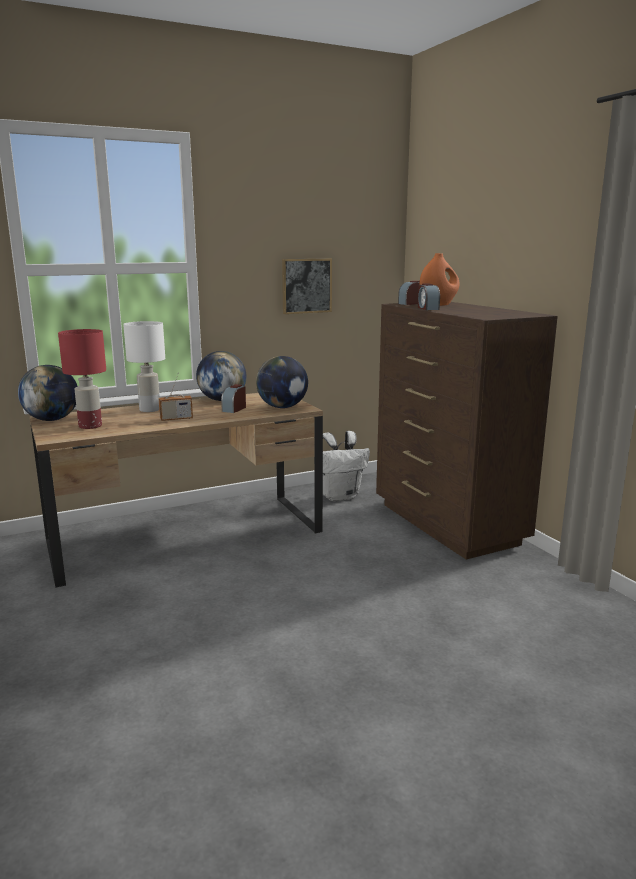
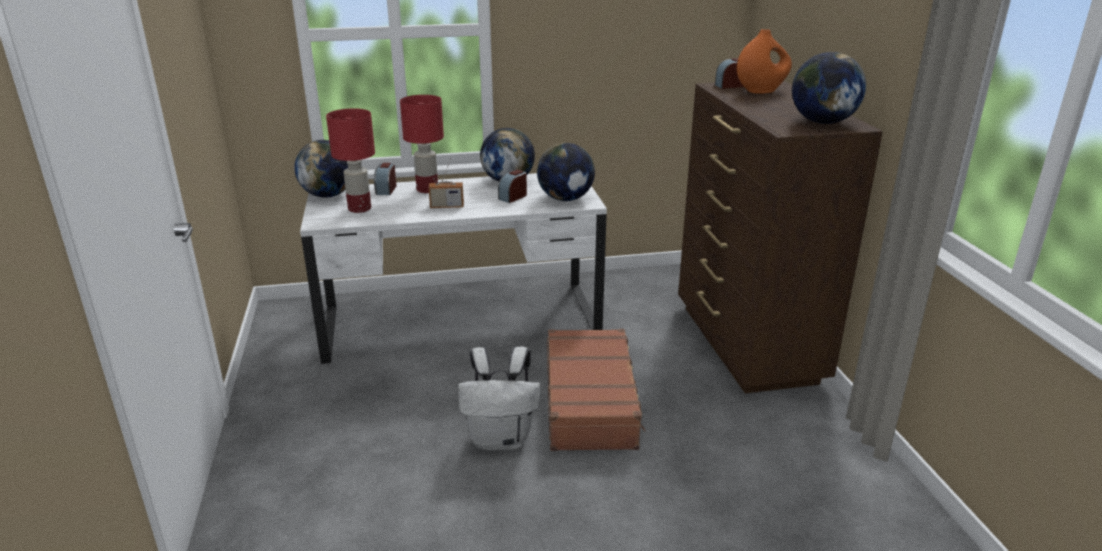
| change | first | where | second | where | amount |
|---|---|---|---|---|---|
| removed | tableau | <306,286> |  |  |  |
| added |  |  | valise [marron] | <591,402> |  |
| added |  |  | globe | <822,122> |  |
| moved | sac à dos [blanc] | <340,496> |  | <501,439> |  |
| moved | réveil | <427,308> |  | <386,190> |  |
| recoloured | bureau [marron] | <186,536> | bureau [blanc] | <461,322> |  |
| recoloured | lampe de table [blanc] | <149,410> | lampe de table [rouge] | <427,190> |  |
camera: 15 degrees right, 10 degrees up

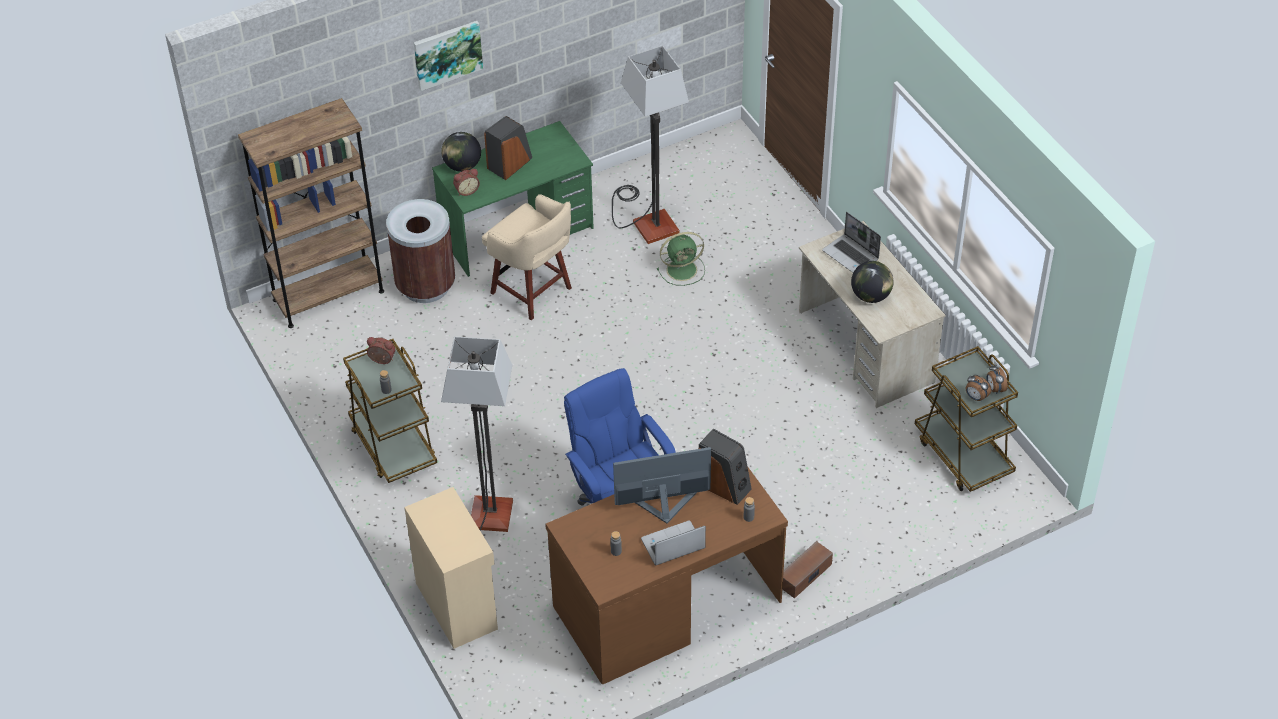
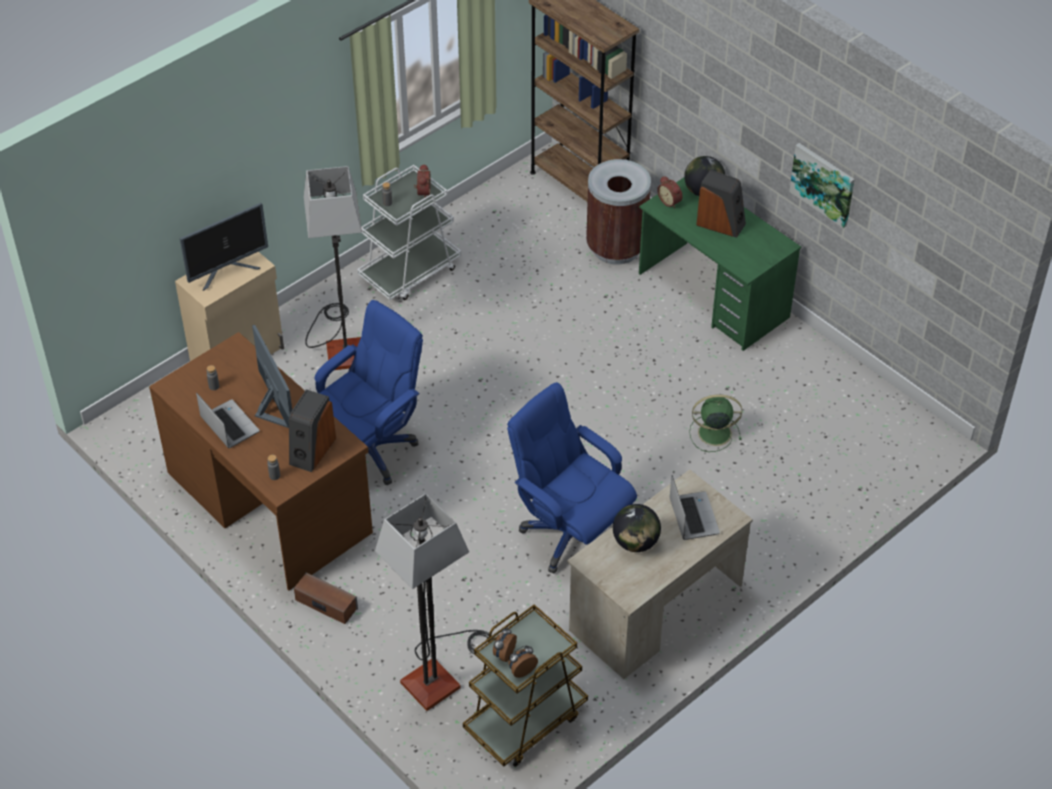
| change | first | where | second | where | amount |
|---|---|---|---|---|---|
| removed | tabouret [beige] | <533,292> |  |  |  |
| added |  |  | écran d'ordinateur | <228,271> |  |
| added |  |  | chaise de bureau [bleu] | <570,534> |  |
| moved | tableau | <447,54> |  | <823,184> |  |
| moved | lampadaire | <647,221> |  | <439,673> |  |
| recoloured | chariot [marron] | <393,446> | chariot [blanc] | <410,272> |  |
| turned | ventilateur [vert] | <683,269> |  | <713,433> | 120 degrees clockwise |
| turned | ordinateur portable | <851,255> |  | <692,516> | 135 degrees clockwise |
camera: 75 degrees right, 0 degrees up

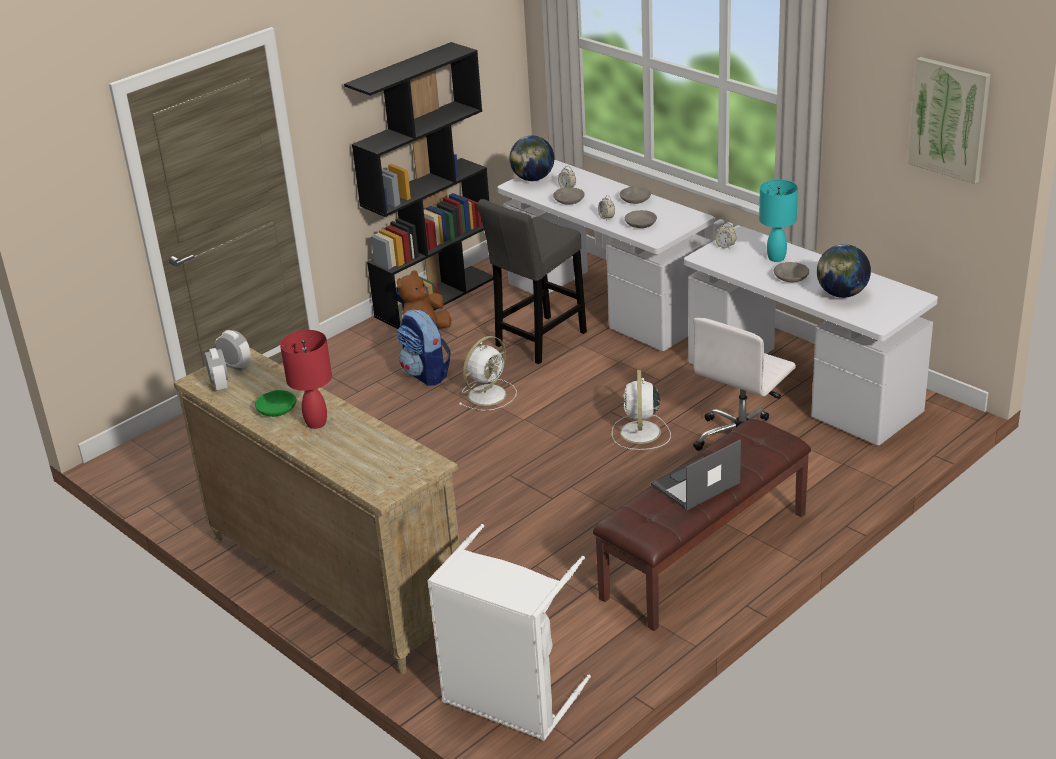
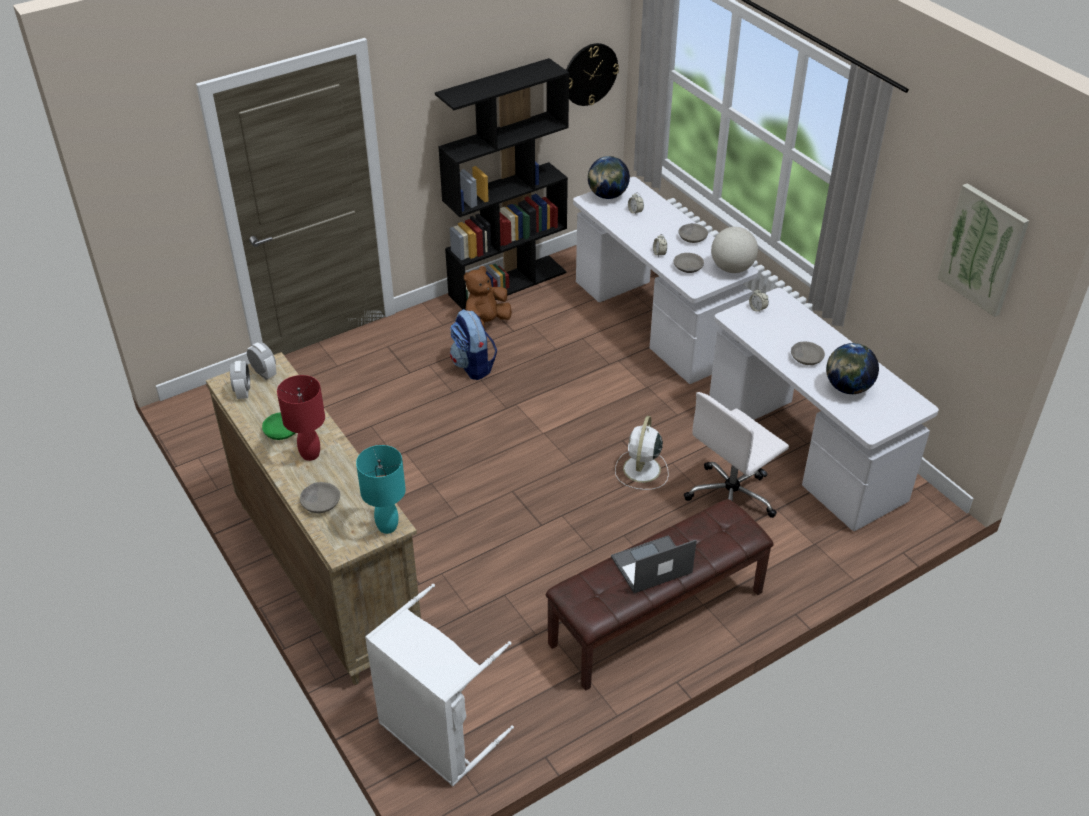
| change | first | where | second | where | amount |
|---|---|---|---|---|---|
| removed | ventilateur [blanc] | <488,394> |  |  |  |
| removed | tabouret [gris] | <538,341> |  |  |  |
| added |  |  | horloge murale | <590,74> |  |
| added |  |  | globe | <732,268> |  |
| moved | bol [gris] | <568,200> |  | <320,502> |  |
| moved | lampe de table [turquoise] | <775,258> |  | <386,526> |  |
camera: 10 degrees right, 10 degrees up

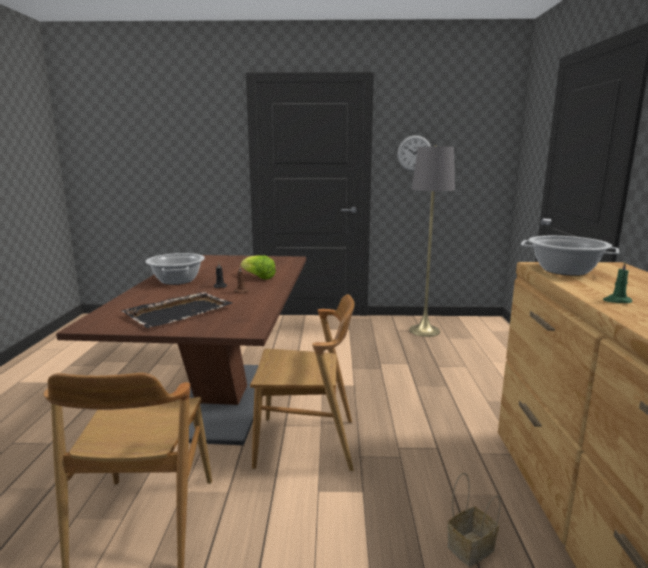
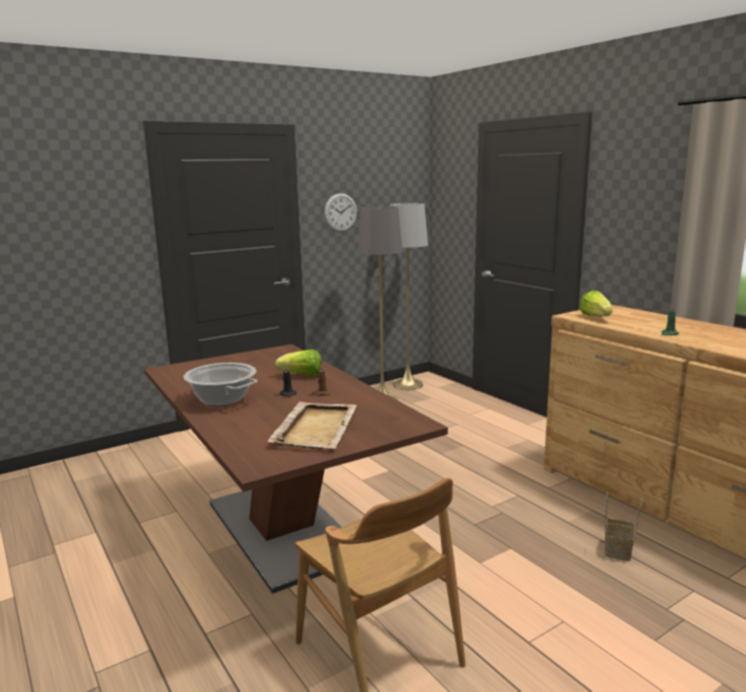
| change | first | where | second | where | amount |
|---|---|---|---|---|---|
| removed | chaise [marron] | <306,443> |  |  |  |
| added |  |  | lampadaire [gris] | <408,385> |  |
| replaced | marmite | <565,271> | laitue | <596,317> |  |
| recoloured | plateau [noir] | <180,312> | plateau [beige] | <316,427> |  |
camera: 35 degrees left, 0 degrees up

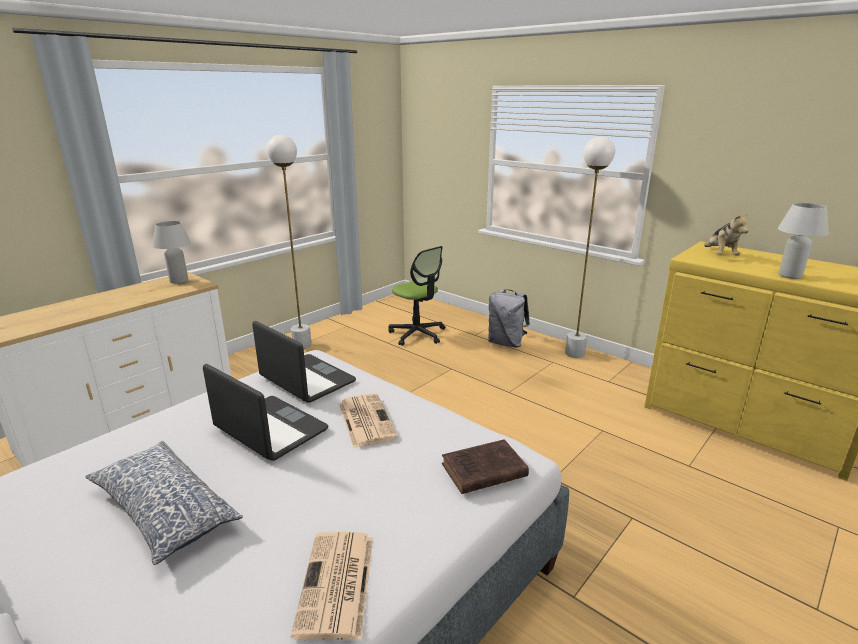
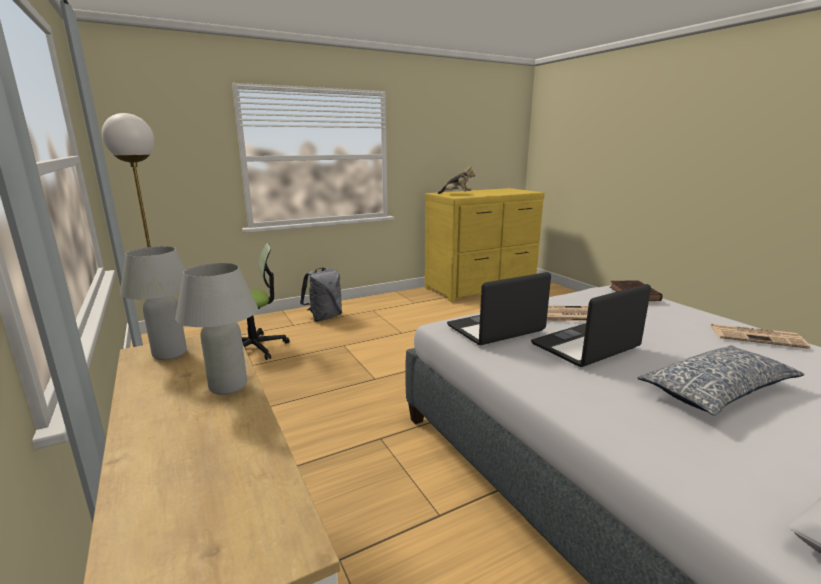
| change | first | where | second | where | amount |
|---|---|---|---|---|---|
| removed | lampadaire [blanc] | <575,354> |  |  |  |
| moved | lampe de table [blanc] | <790,276> |  | <228,386> |  |
camera: 70 degrees left, 5 degrees down

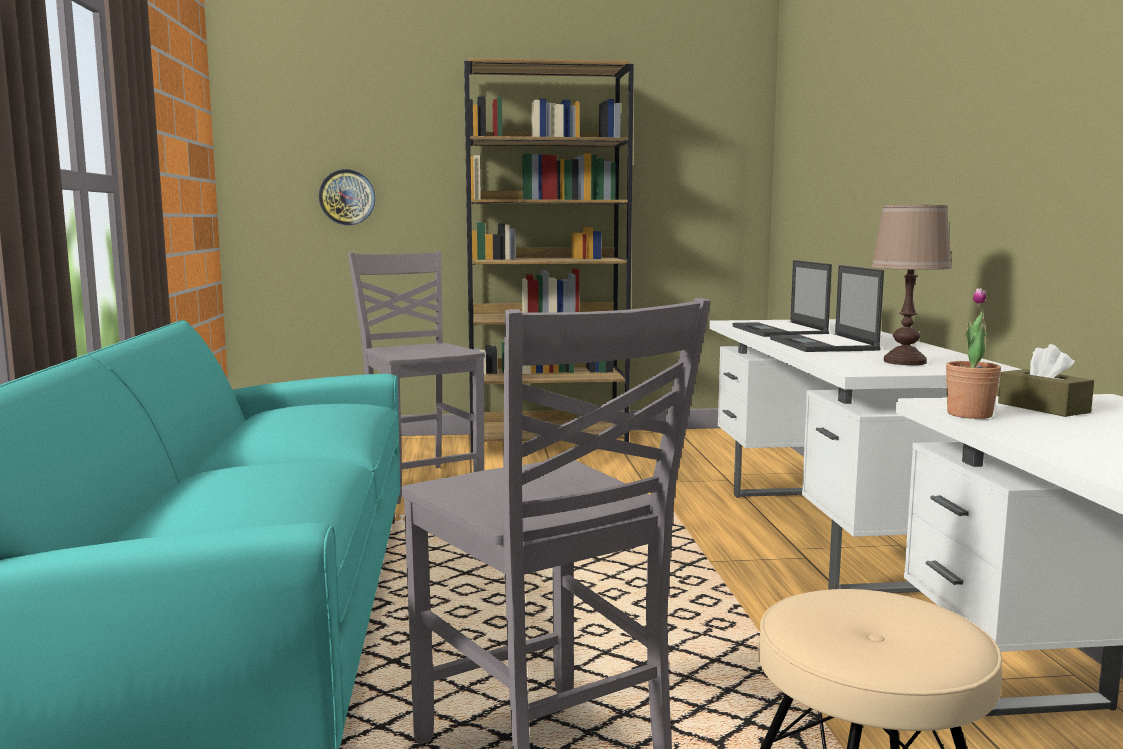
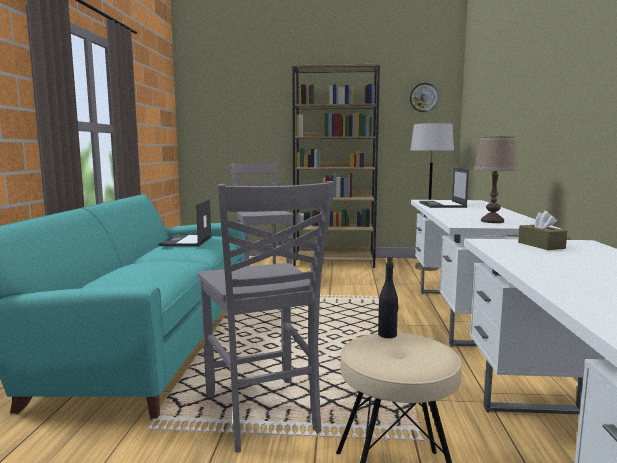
| change | first | where | second | where | amount |
|---|---|---|---|---|---|
| removed | plante en pot | <969,414> |  |  |  |
| added |  |  | bouteille [noir] | <387,335> |  |
| added |  |  | lampadaire [gris] | <426,267> |  |
| moved | horloge murale | <347,197> |  | <423,97> |  |
| moved | ordinateur portable | <824,344> |  | <186,241> |  |
camera: 10 degrees right, 0 degrees up

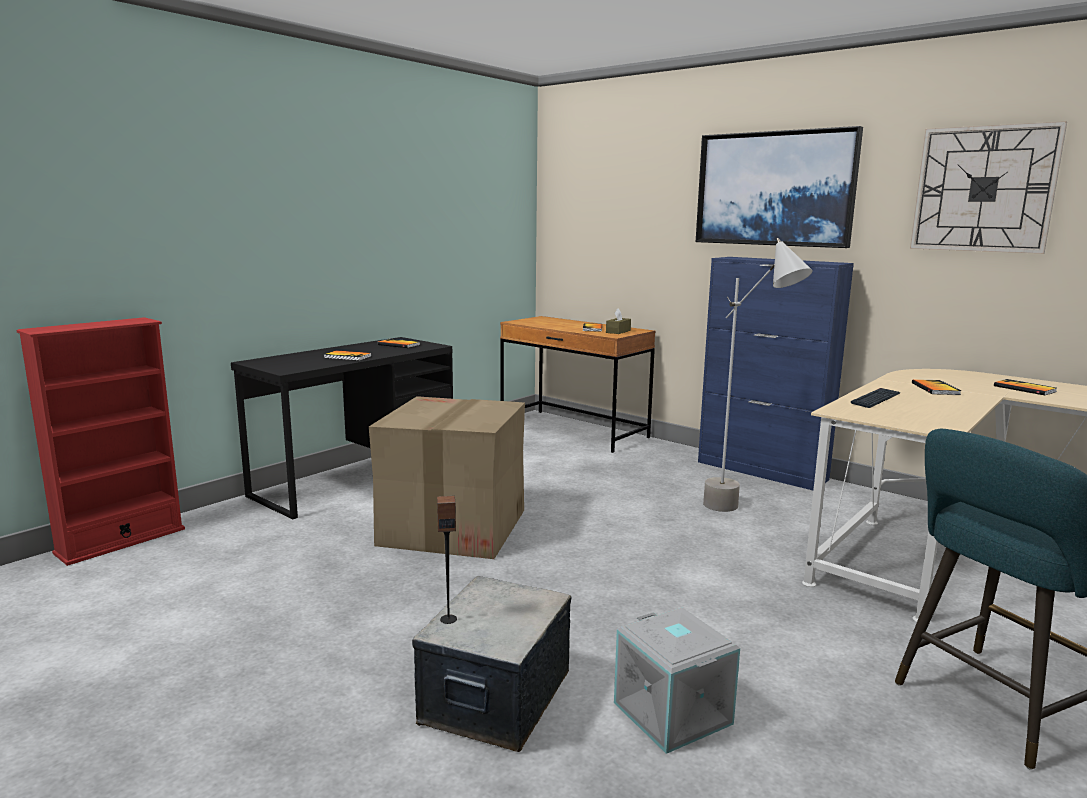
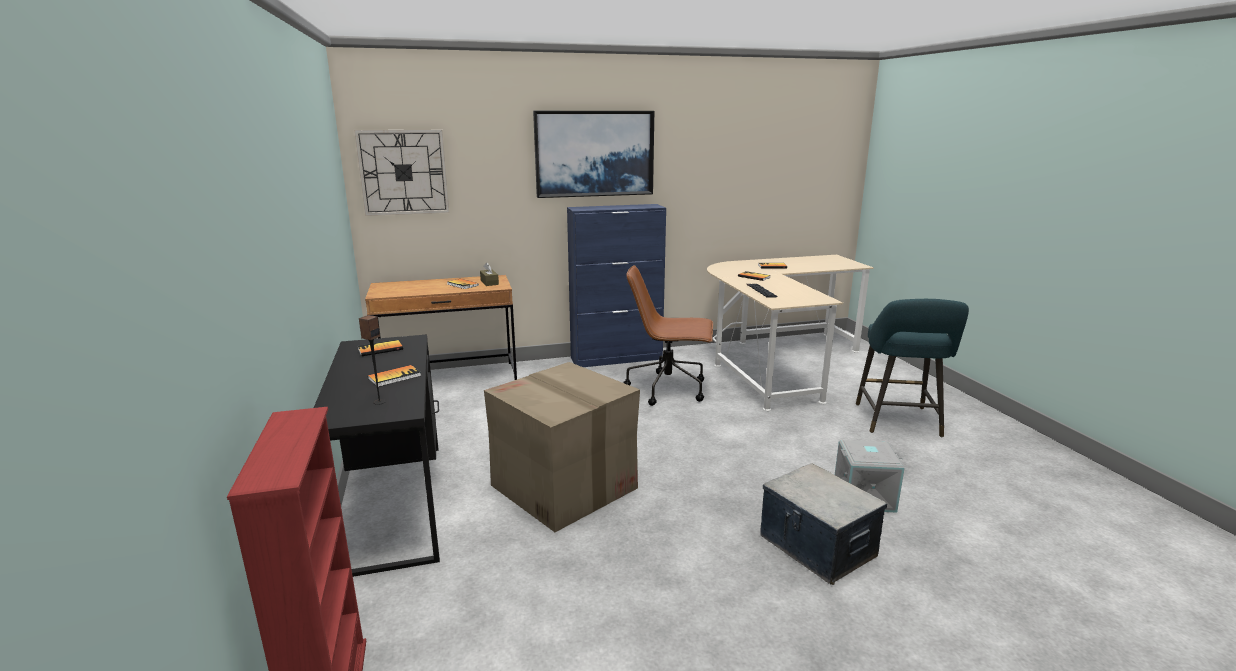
| change | first | where | second | where | amount |
|---|---|---|---|---|---|
| moved | enceinte | <448,619> |  | <379,402> |  |
| moved | horloge murale | <983,189> |  | <403,172> |  |
| replaced | lampadaire [gris] | <742,514> | chaise de bureau [marron] | <668,389> |  |
camera: 55 degrees left, 5 degrees up

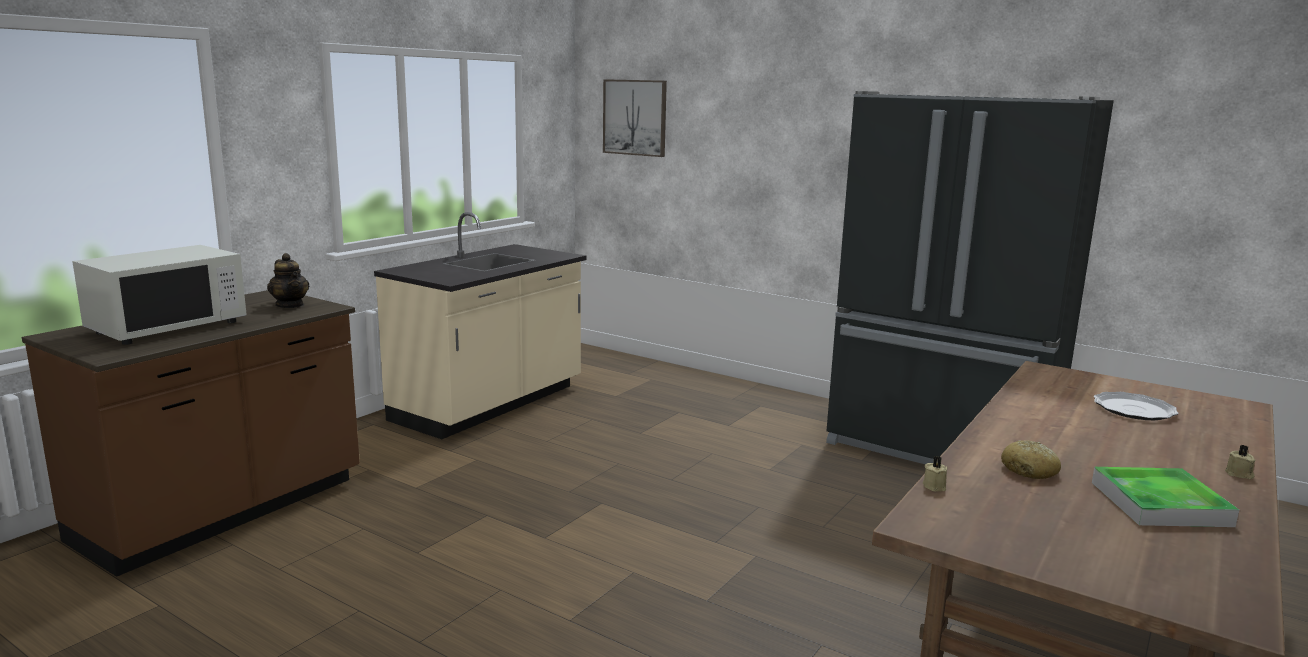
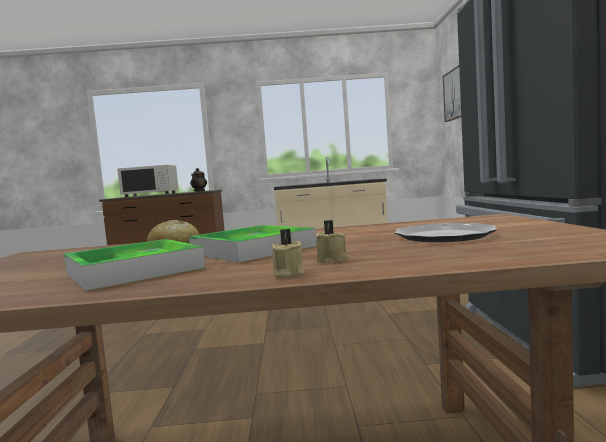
| change | first | where | second | where | amount |
|---|---|---|---|---|---|
| added |  |  | plateau | <252,250> |  |
| moved | bougie [beige] | <935,486> |  | <333,260> |  |
camera: 55 degrees right, 10 degrees down

